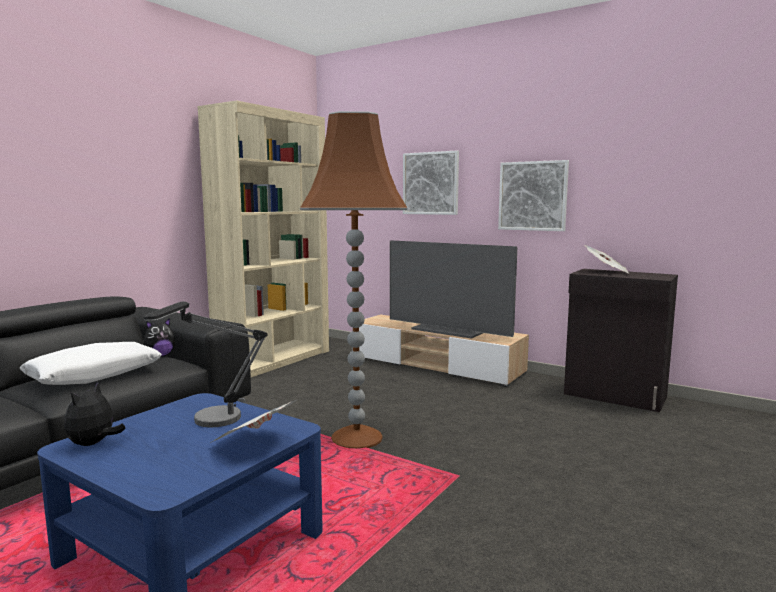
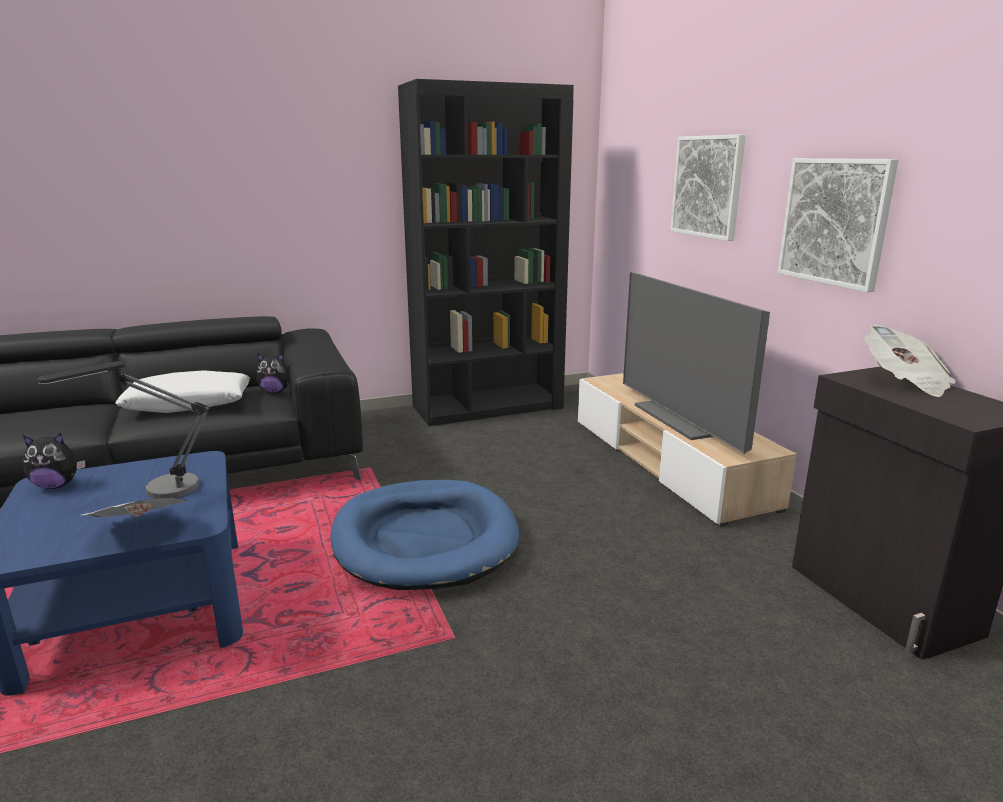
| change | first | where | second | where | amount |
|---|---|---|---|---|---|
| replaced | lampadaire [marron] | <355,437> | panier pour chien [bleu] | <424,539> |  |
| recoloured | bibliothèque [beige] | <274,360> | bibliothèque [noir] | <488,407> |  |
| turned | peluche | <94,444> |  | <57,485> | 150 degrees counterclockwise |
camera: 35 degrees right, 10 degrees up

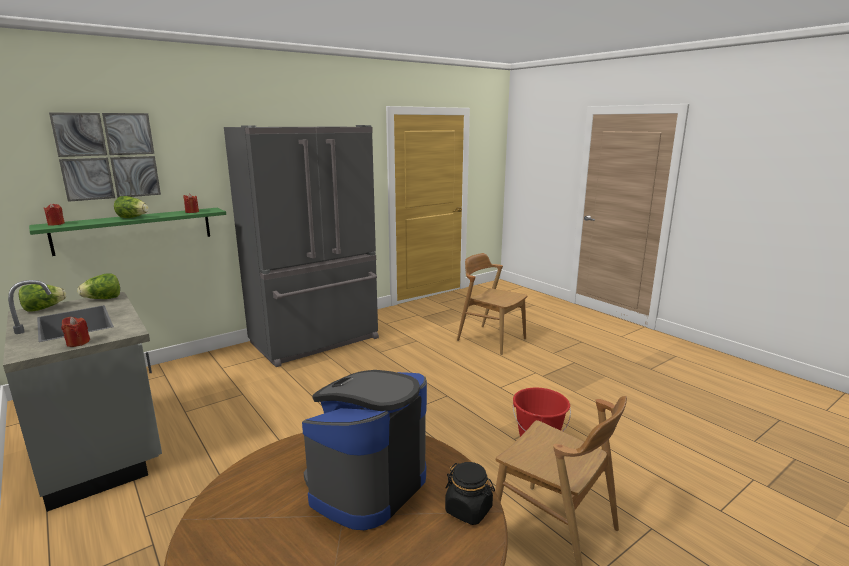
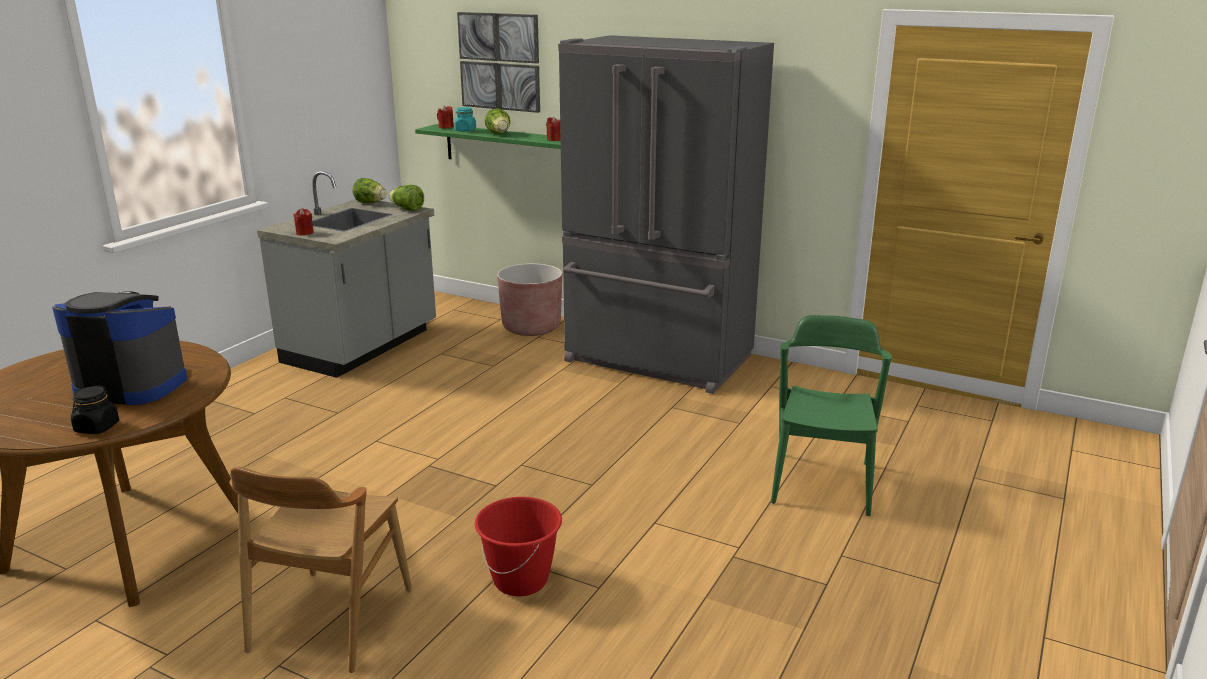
| change | first | where | second | where | amount |
|---|---|---|---|---|---|
| added |  |  | bocal [turquoise] | <465,130> |  |
| added |  |  | cache-pot [marron] | <531,327> |  |
| recoloured | chaise [marron] | <491,339> | chaise [vert] | <822,483> |  |
camera: 65 degrees right, 5 degrees up

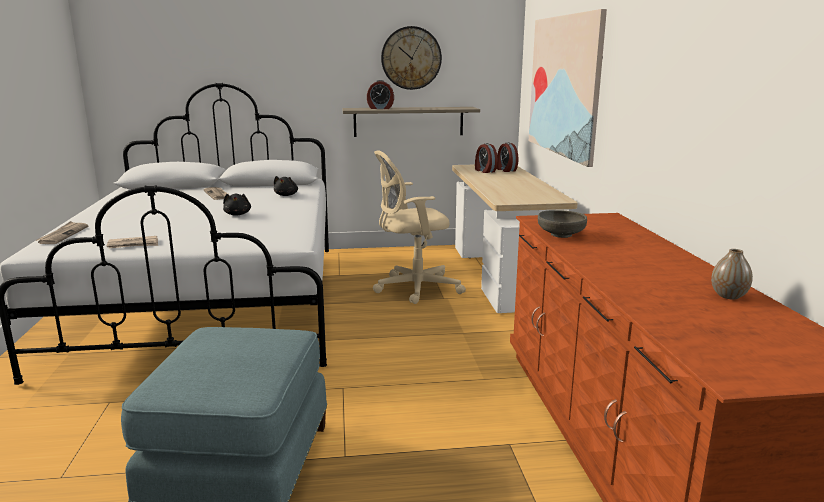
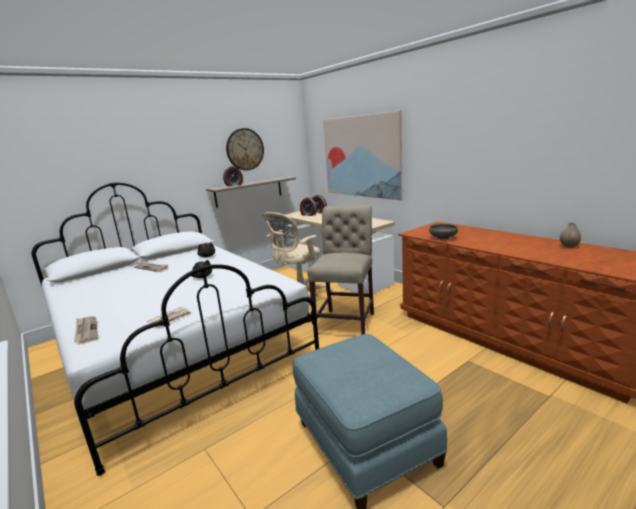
| change | first | where | second | where | amount |
|---|---|---|---|---|---|
| added |  |  | chaise [beige] | <347,322> |  |
camera: 30 degrees left, 0 degrees up

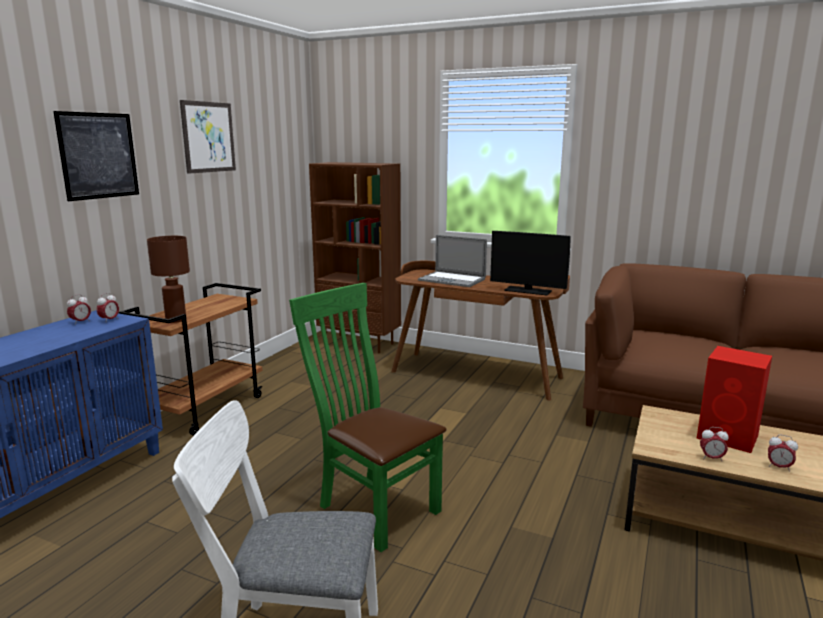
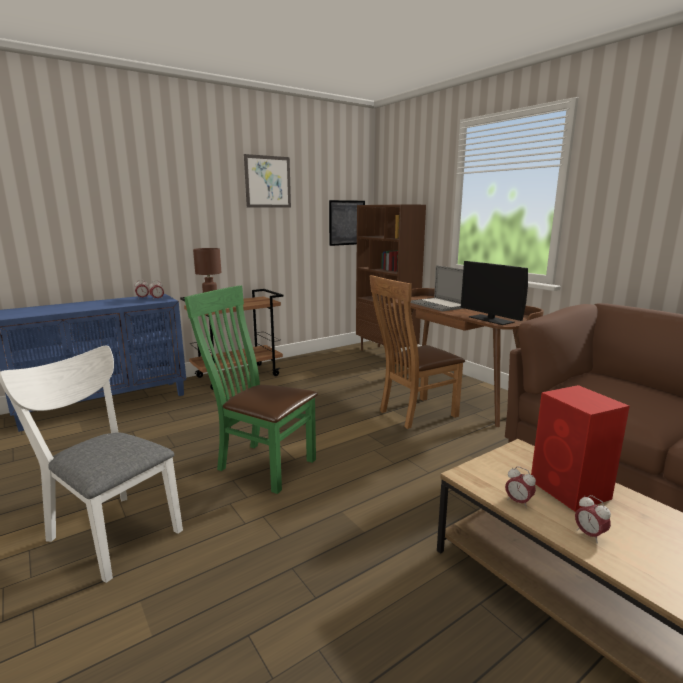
| change | first | where | second | where | amount |
|---|---|---|---|---|---|
| added |  |  | chaise [marron] | <413,414> |  |
| moved | tableau | <98,155> |  | <347,222> |  |
| turned | chaise [vert] | <373,507> |  | <261,464> | 45 degrees counterclockwise |
camera: 30 degrees right, 0 degrees up

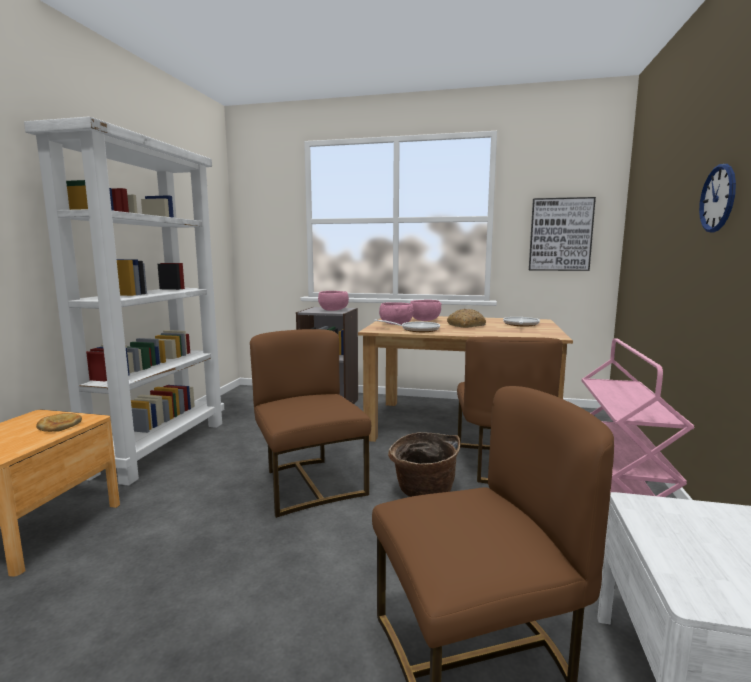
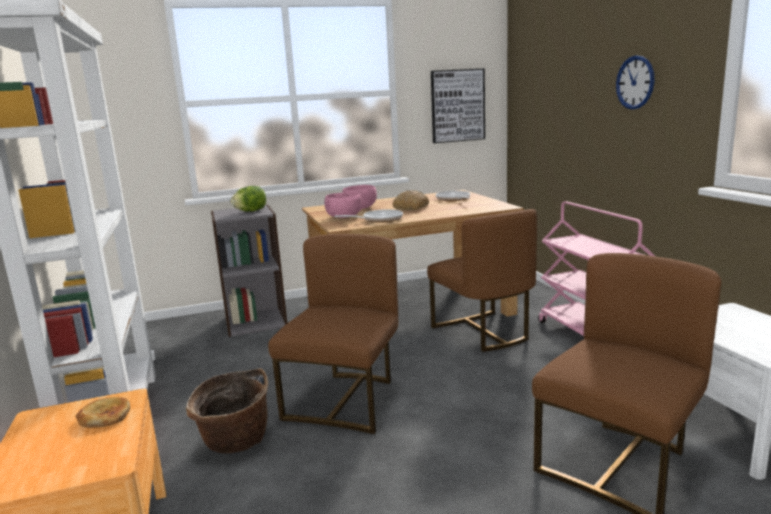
| change | first | where | second | where | amount |
|---|---|---|---|---|---|
| moved | panier | <423,492> |  | <235,442> |  |
| replaced | bol [rose] | <333,310> | laitue | <251,211> |  |
| turned | chaise [marron] | <309,484> |  | <346,401> | 75 degrees clockwise |
camera: 30 degrees left, 5 degrees up

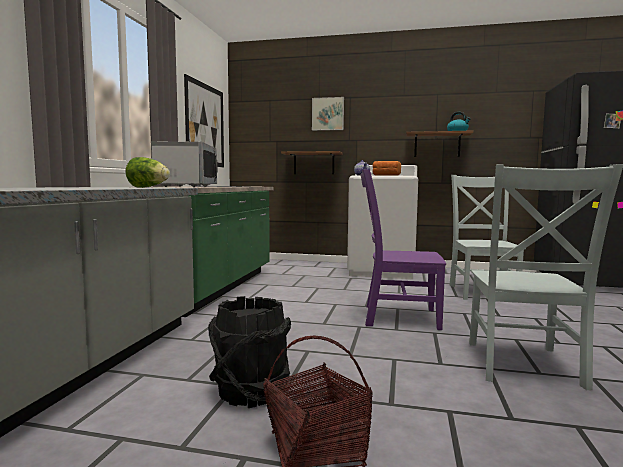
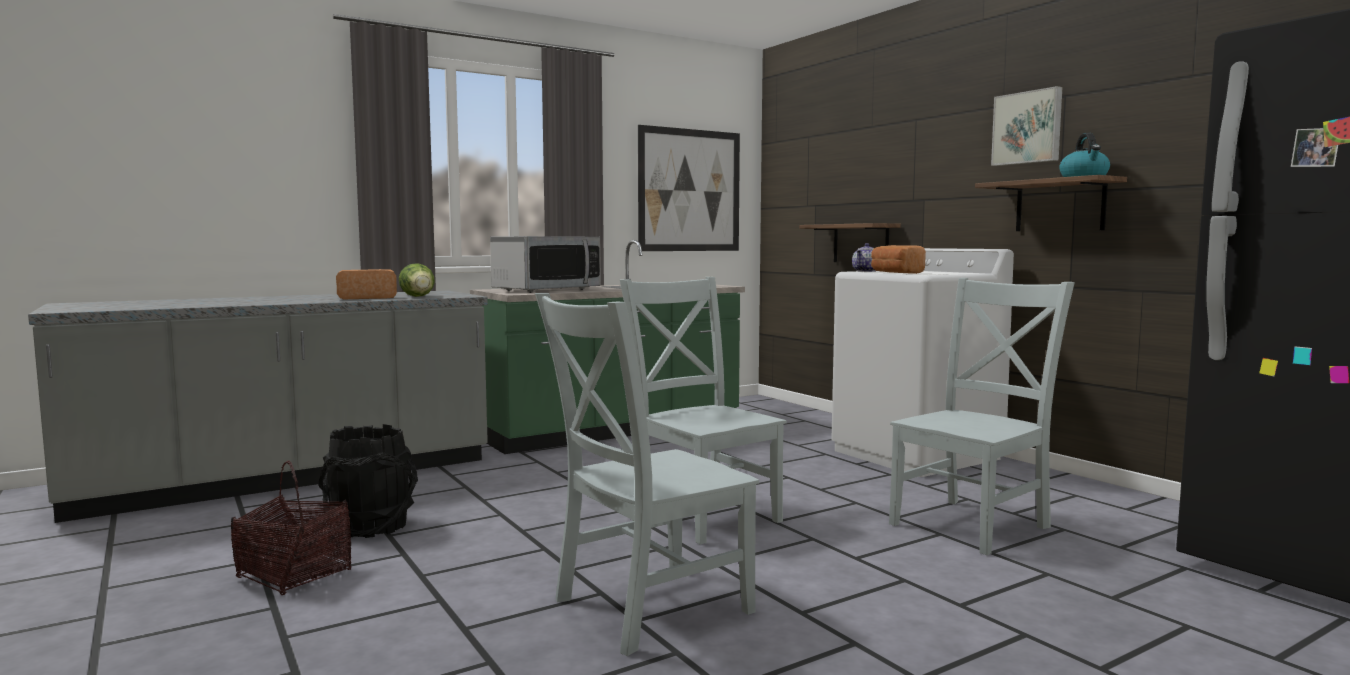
| change | first | where | second | where | amount |
|---|---|---|---|---|---|
| added |  |  | pain | <367,298> |  |
| moved | tableau | <328,114> |  | <1028,128> |  |
| recoloured | chaise [violet] | <397,317> | chaise [gris] | <702,514> |  |
camera: 45 degrees right, 0 degrees up

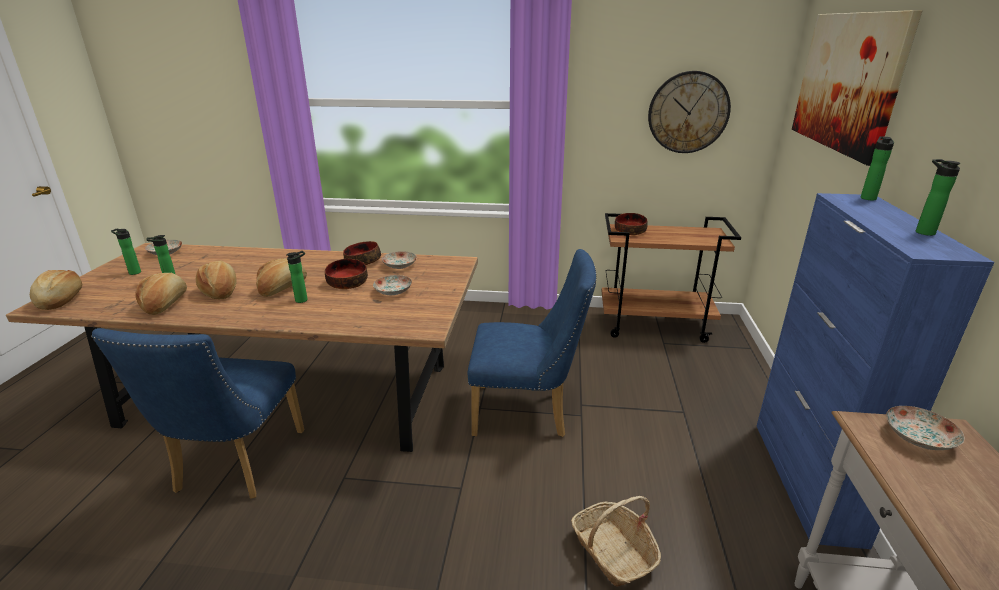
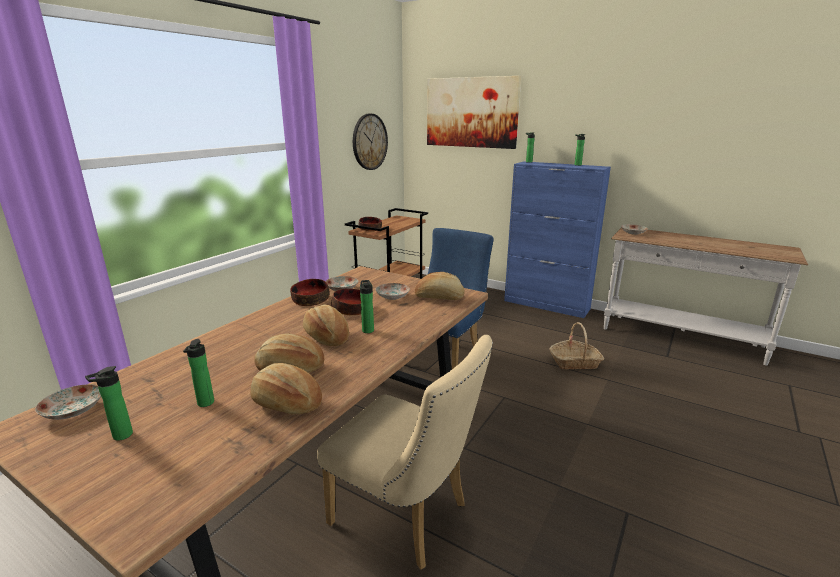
| change | first | where | second | where | amount |
|---|---|---|---|---|---|
| moved | pain | <60,300> |  | <439,298> |  |
| recoloured | chaise [bleu] | <234,466> | chaise [beige] | <407,518> |  |
camera: 65 degrees left, 5 degrees down

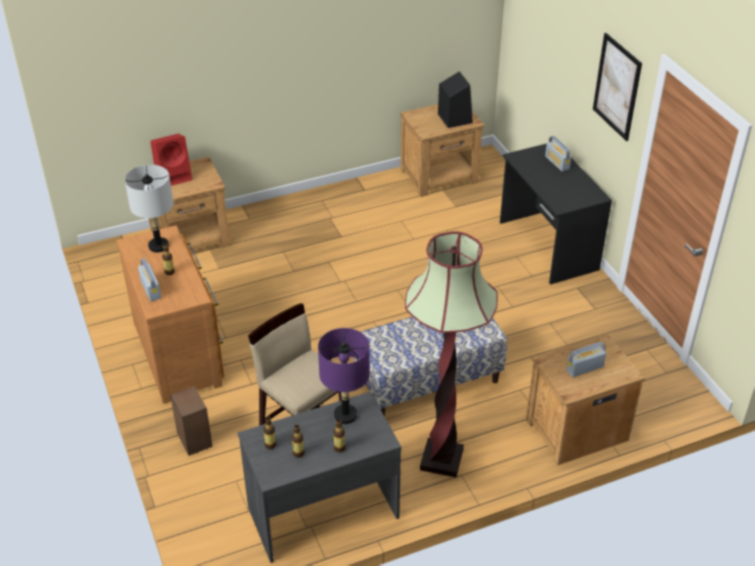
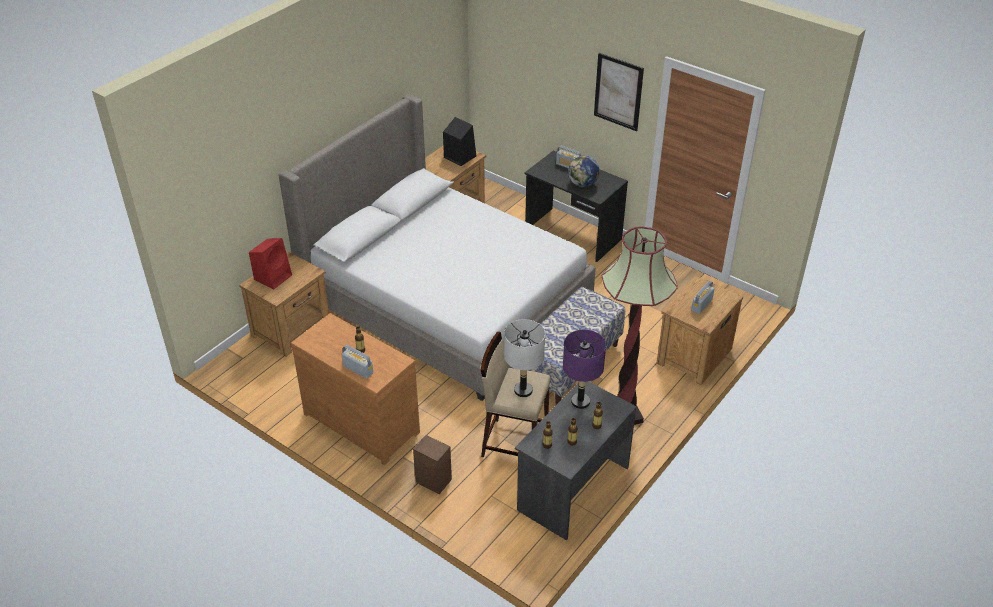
| change | first | where | second | where | amount |
|---|---|---|---|---|---|
| added |  |  | lit | <446,301> |  |
| added |  |  | globe | <583,184> |  |
| moved | lampe de table [gris] | <159,246> |  | <523,390> |  |
camera: 30 degrees left, 0 degrees up

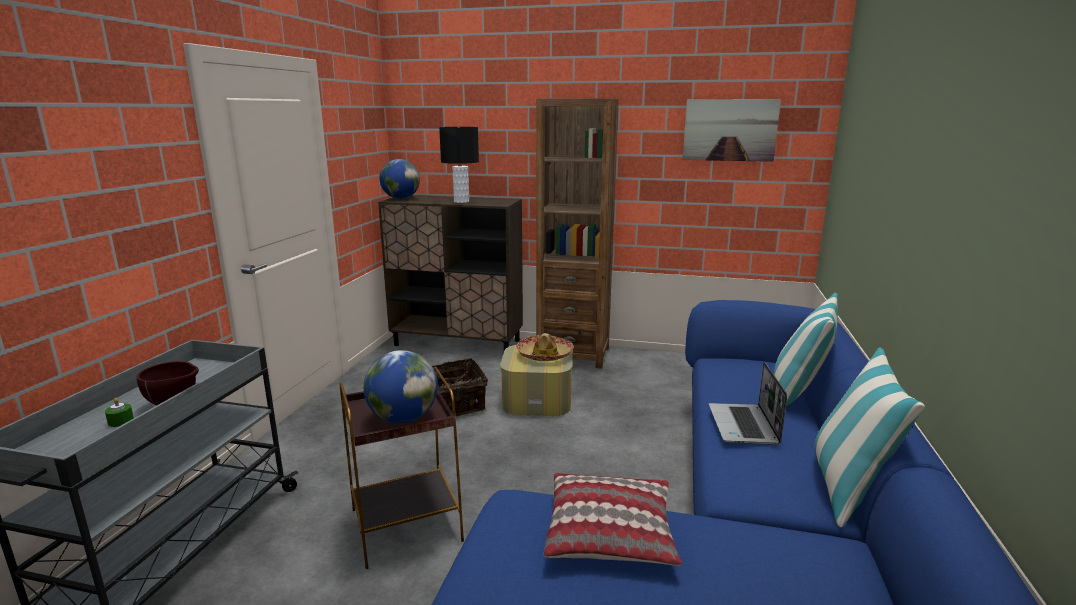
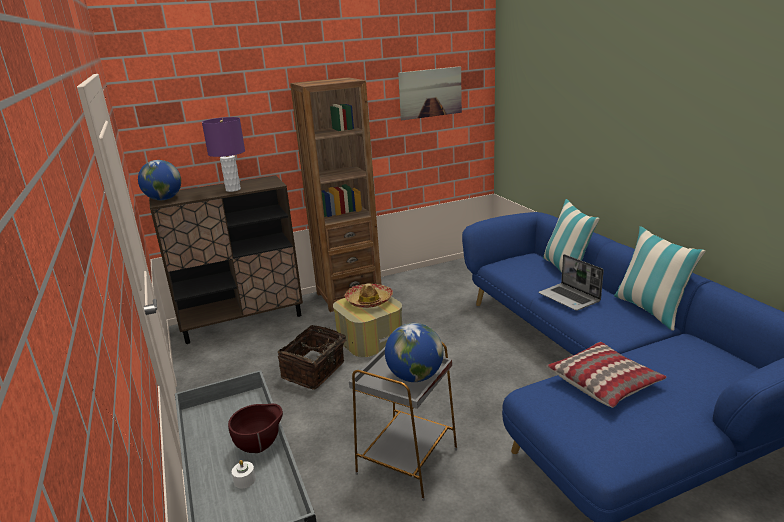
| change | first | where | second | where | amount |
|---|---|---|---|---|---|
| recoloured | bougie [vert] | <121,421> | bougie [blanc] | <245,480> |  |
| recoloured | table d'appoint [marron] | <407,525> | table d'appoint [gris] | <408,461> |  |
| recoloured | lampe de table [noir] | <461,201> | lampe de table [violet] | <233,189> |  |
camera: 35 degrees left, 5 degrees up

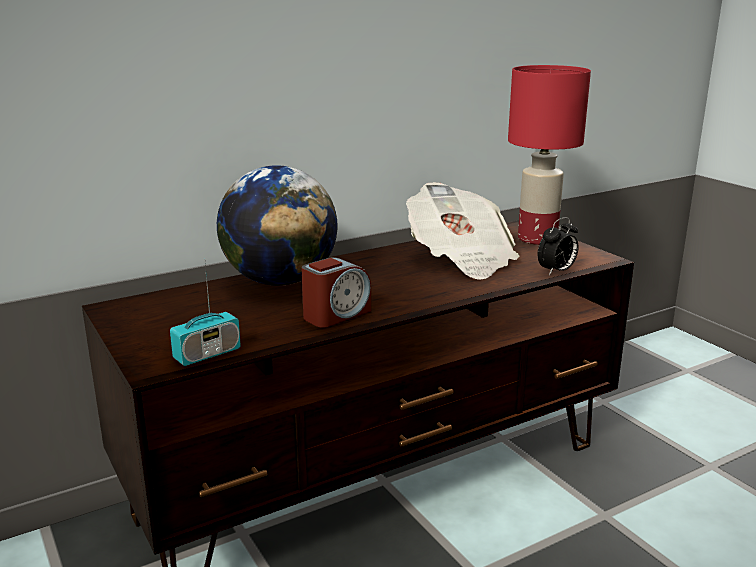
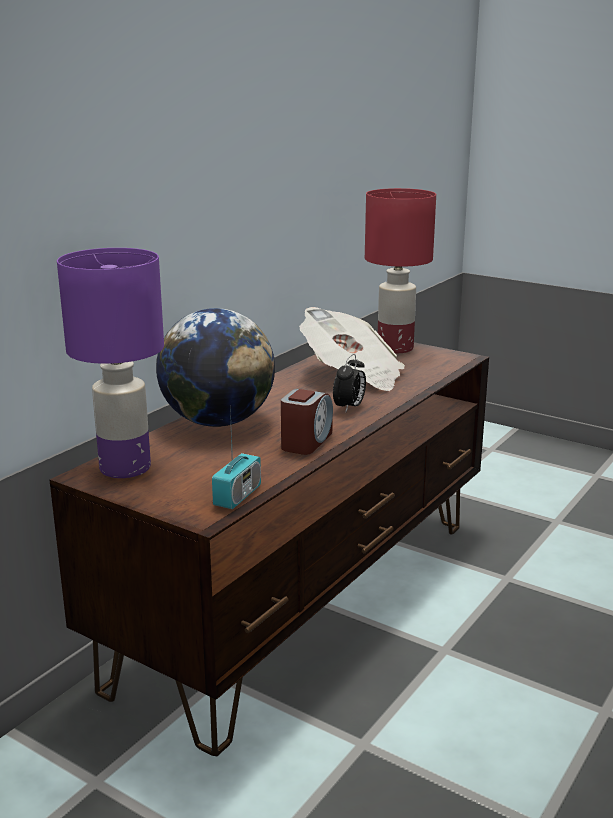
| change | first | where | second | where | amount |
|---|---|---|---|---|---|
| added |  |  | lampe de table [violet] | <124,469> |  |
| moved | réveil | <556,271> |  | <349,408> |  |
camera: 25 degrees left, 0 degrees up

